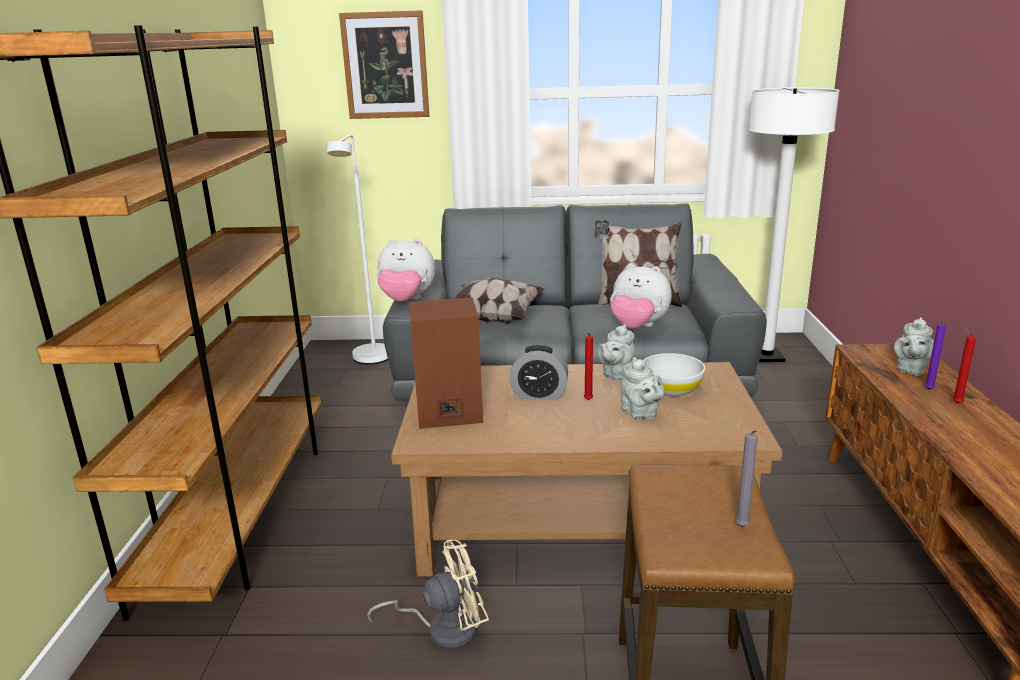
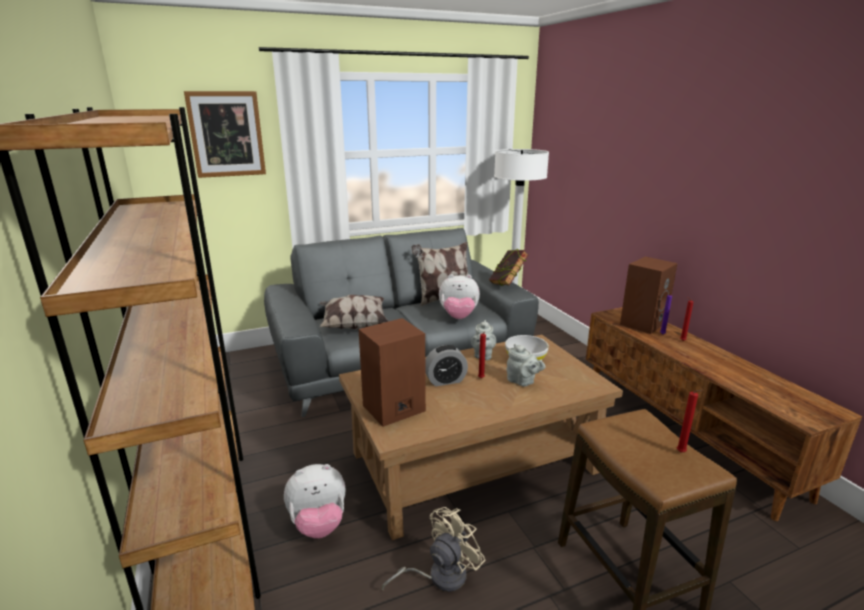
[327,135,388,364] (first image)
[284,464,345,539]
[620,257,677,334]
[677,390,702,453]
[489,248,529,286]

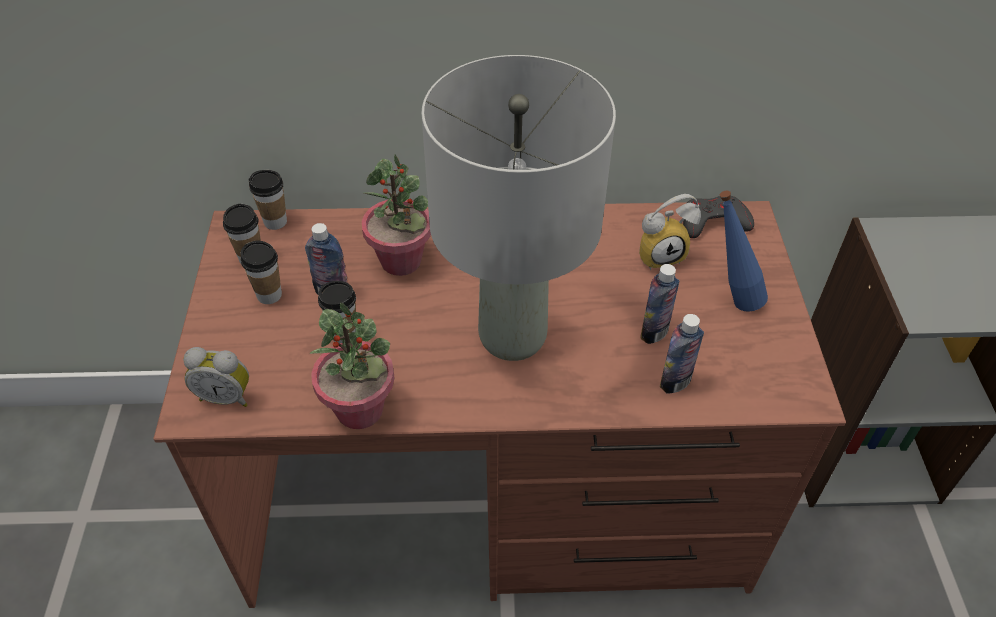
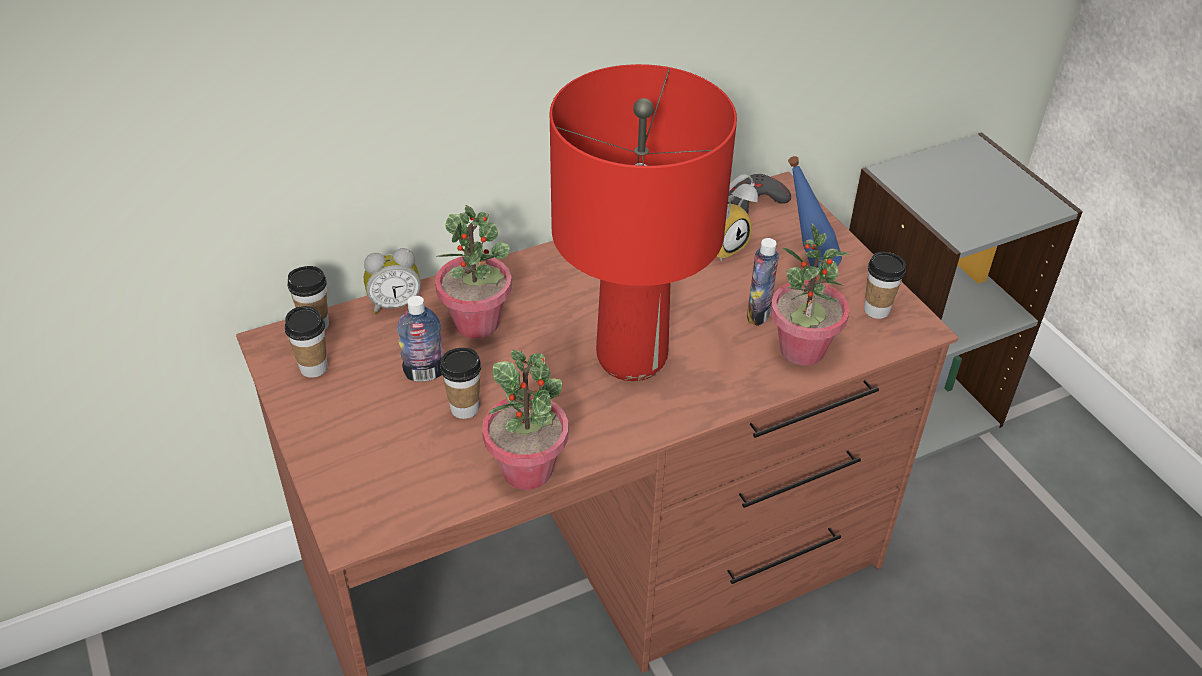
[550,64,737,381]
[864,252,906,319]
[770,223,850,366]
[364,248,421,314]

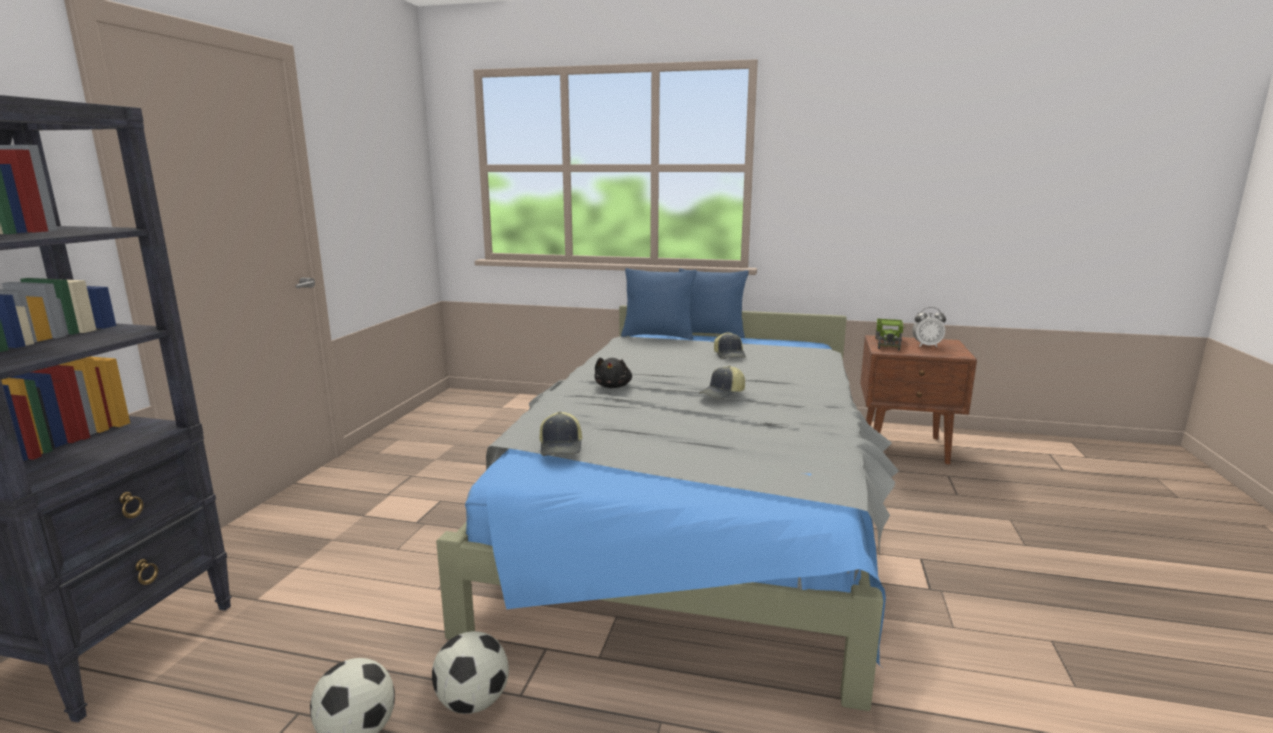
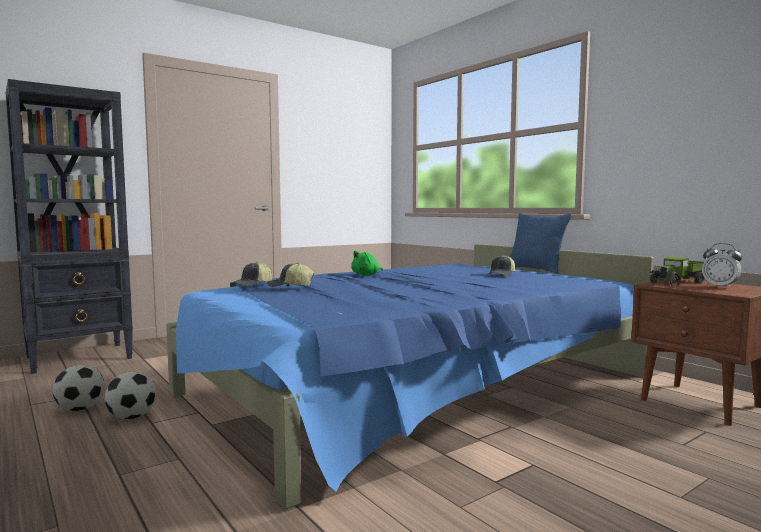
[621,268,697,340] (first image)
[166,244,654,509]
[351,250,383,275]
[267,263,314,287]

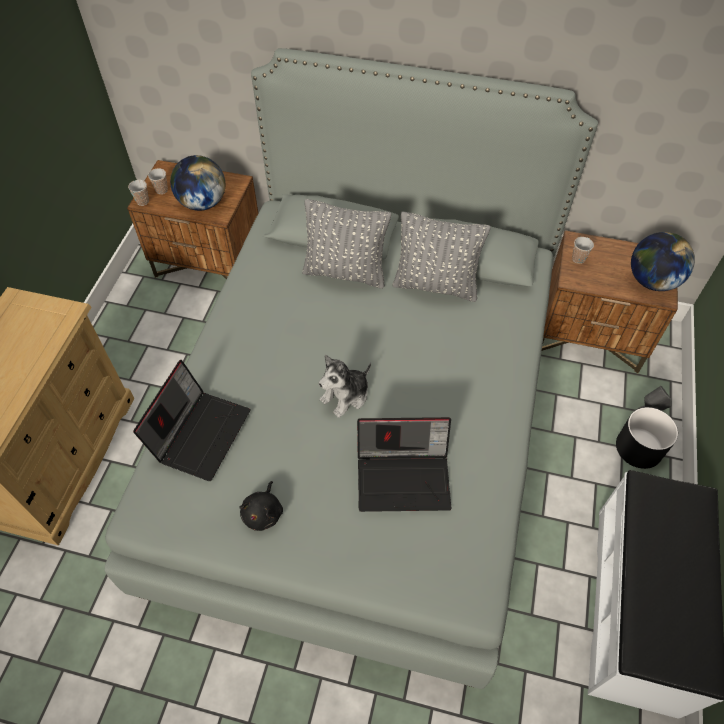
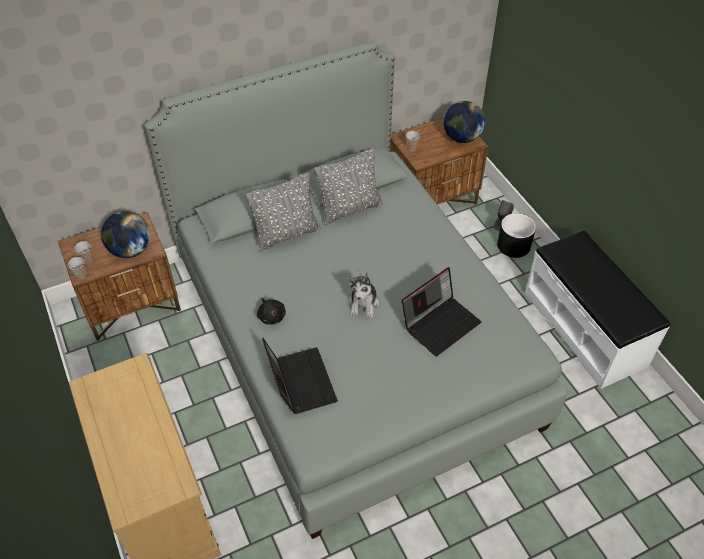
[257,298,286,325]

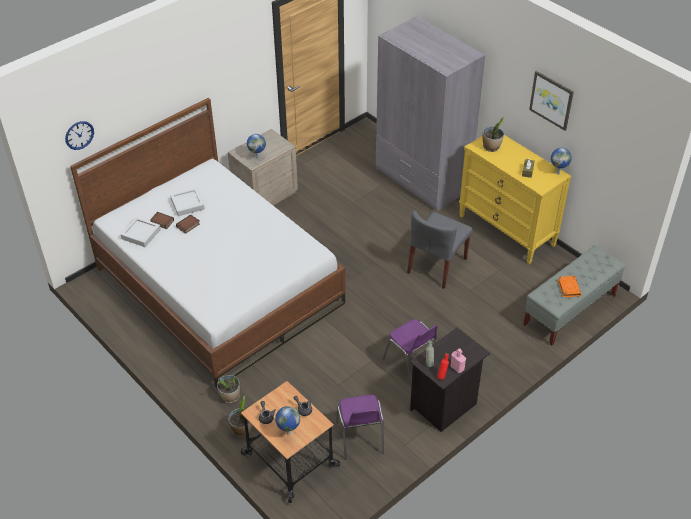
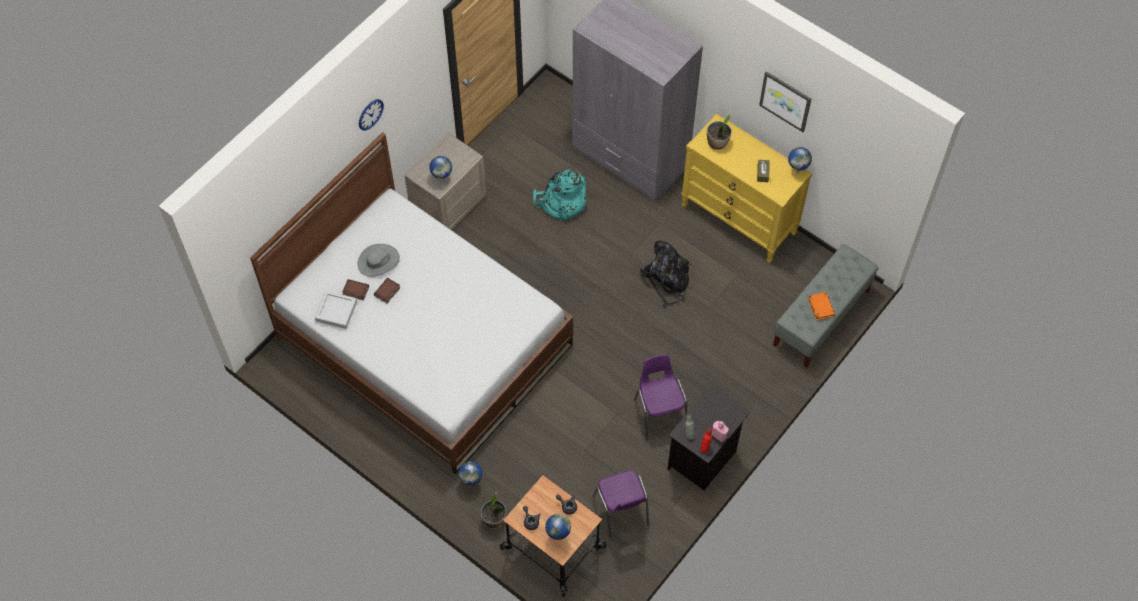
[359,99,384,131]
[358,244,400,277]
[640,240,691,307]
[634,354,687,441]
[459,461,483,485]
[533,169,587,220]

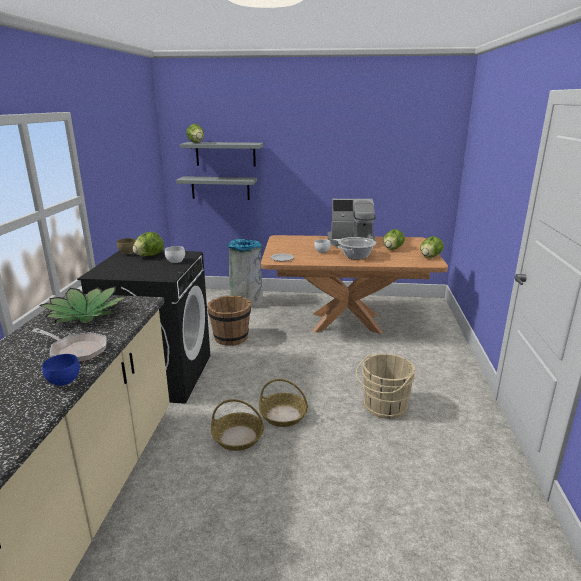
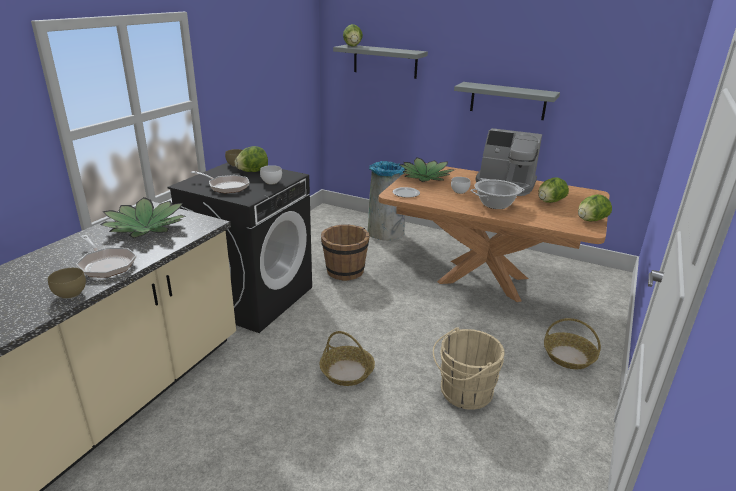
[454,82,560,120]
[48,268,86,299]
[544,318,601,369]
[400,157,454,182]
[191,171,250,193]

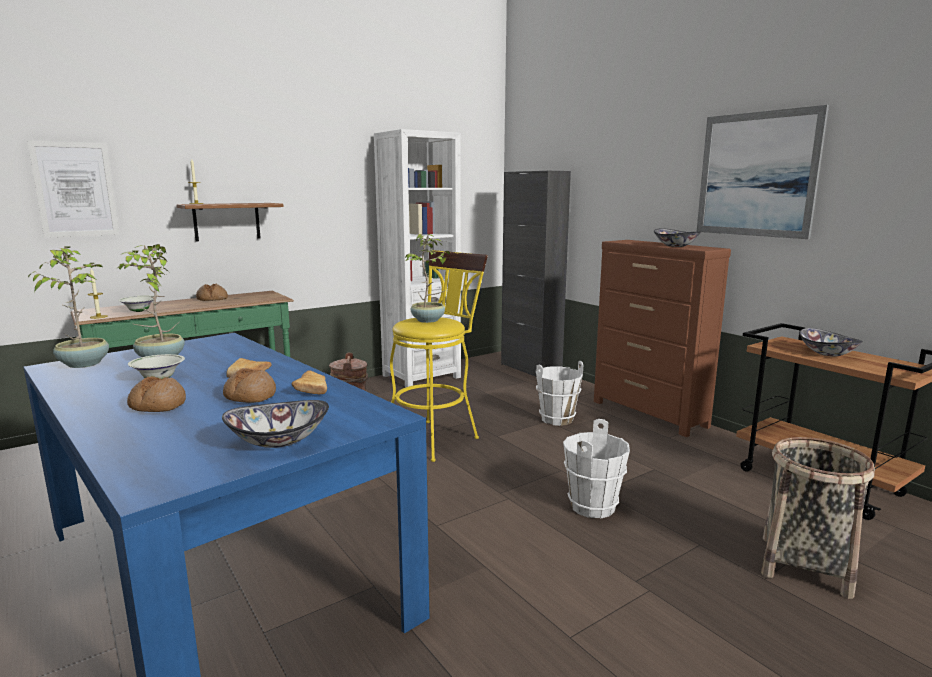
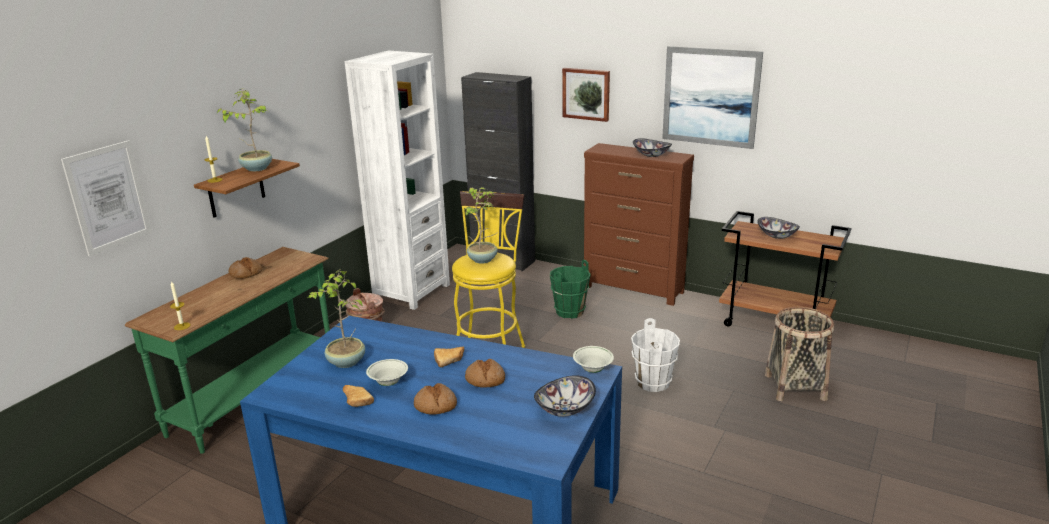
[217,89,272,171]
[573,346,614,373]
[550,260,591,319]
[343,385,374,407]
[562,68,610,122]

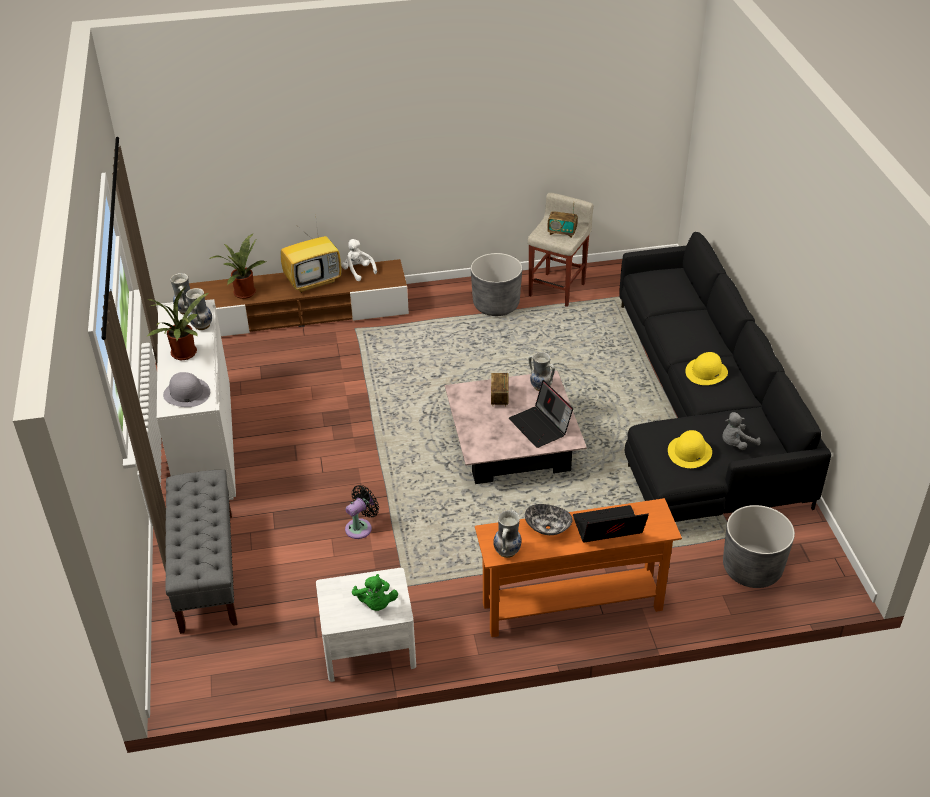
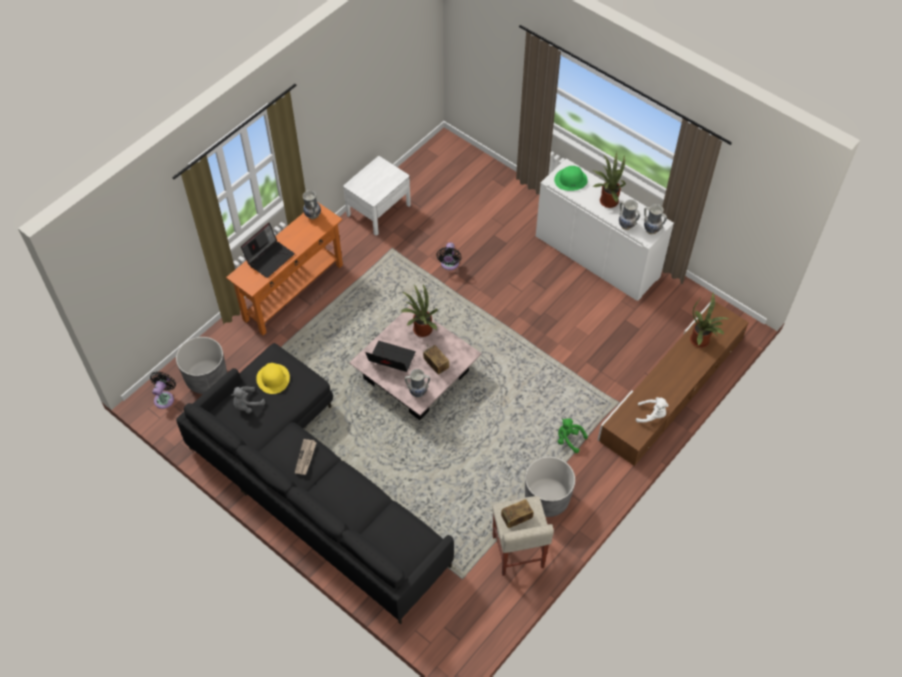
[281,213,341,293] (first image)
[295,439,317,475]
[554,166,588,191]
[231,386,265,413]
[165,470,238,634] (first image)
[525,504,573,535] (first image)
[558,418,588,453]
[401,285,438,337]
[150,371,176,409]

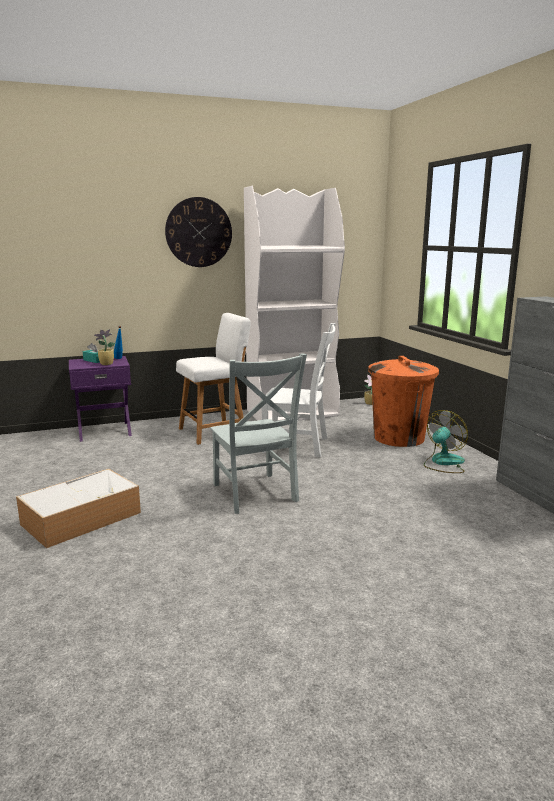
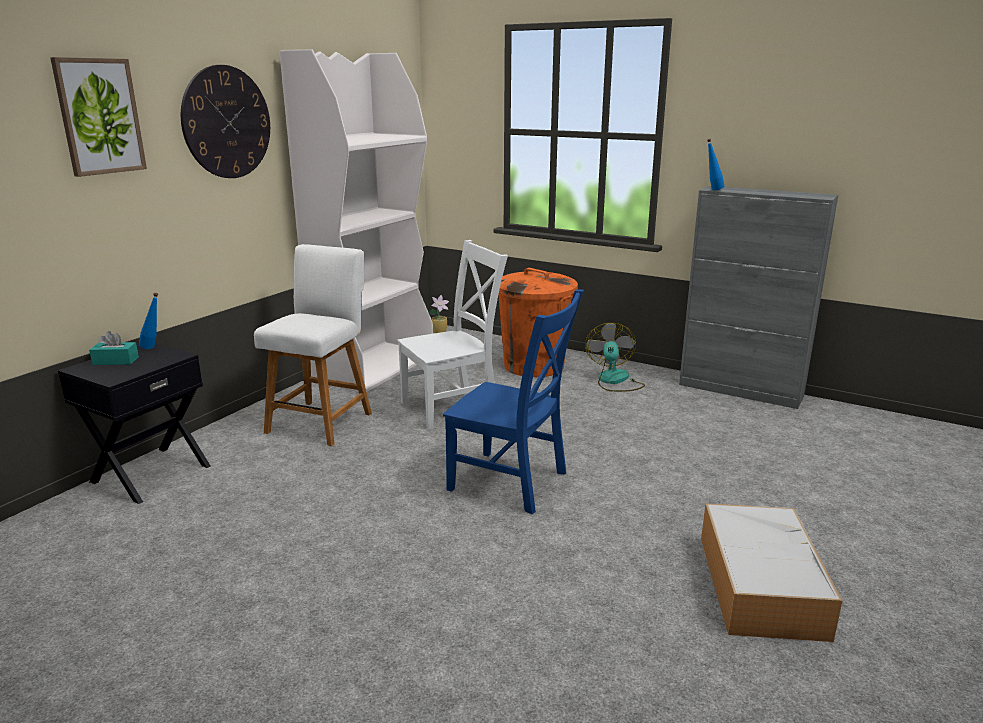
[93,329,116,365] (first image)
[443,289,584,514]
[58,343,210,504]
[701,504,842,642]
[50,57,147,177]
[707,139,724,190]

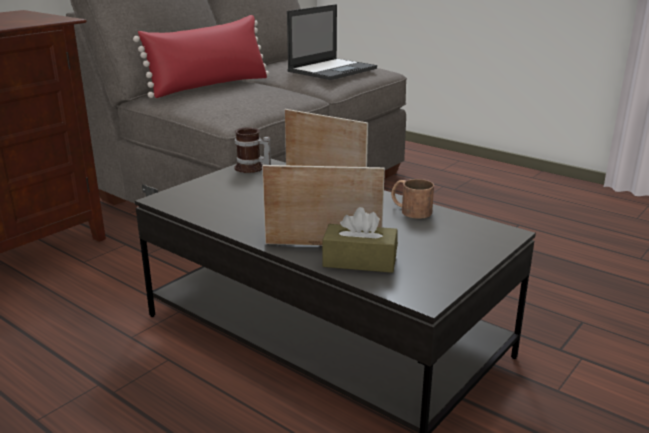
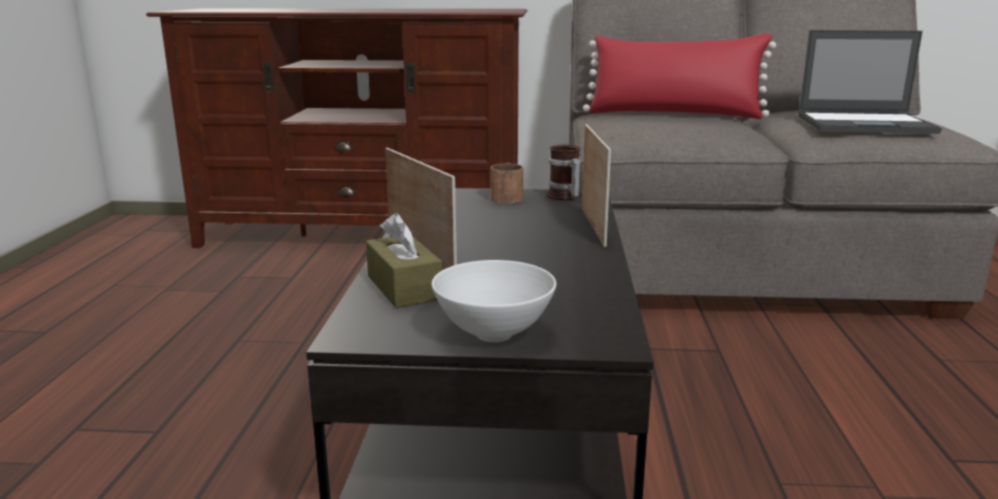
[490,163,523,203]
[432,260,556,342]

